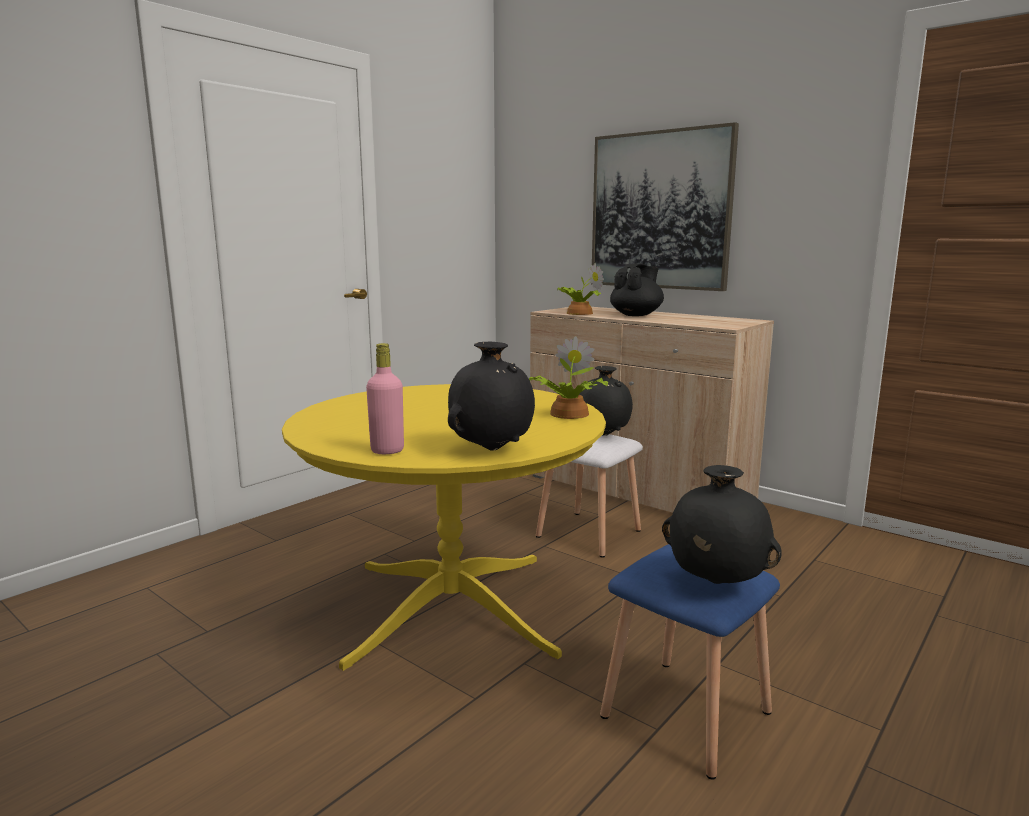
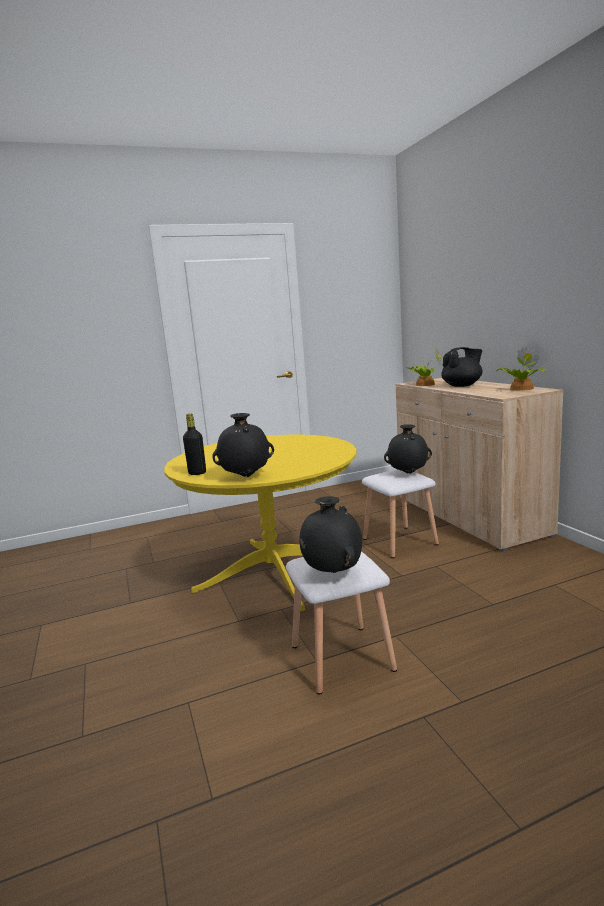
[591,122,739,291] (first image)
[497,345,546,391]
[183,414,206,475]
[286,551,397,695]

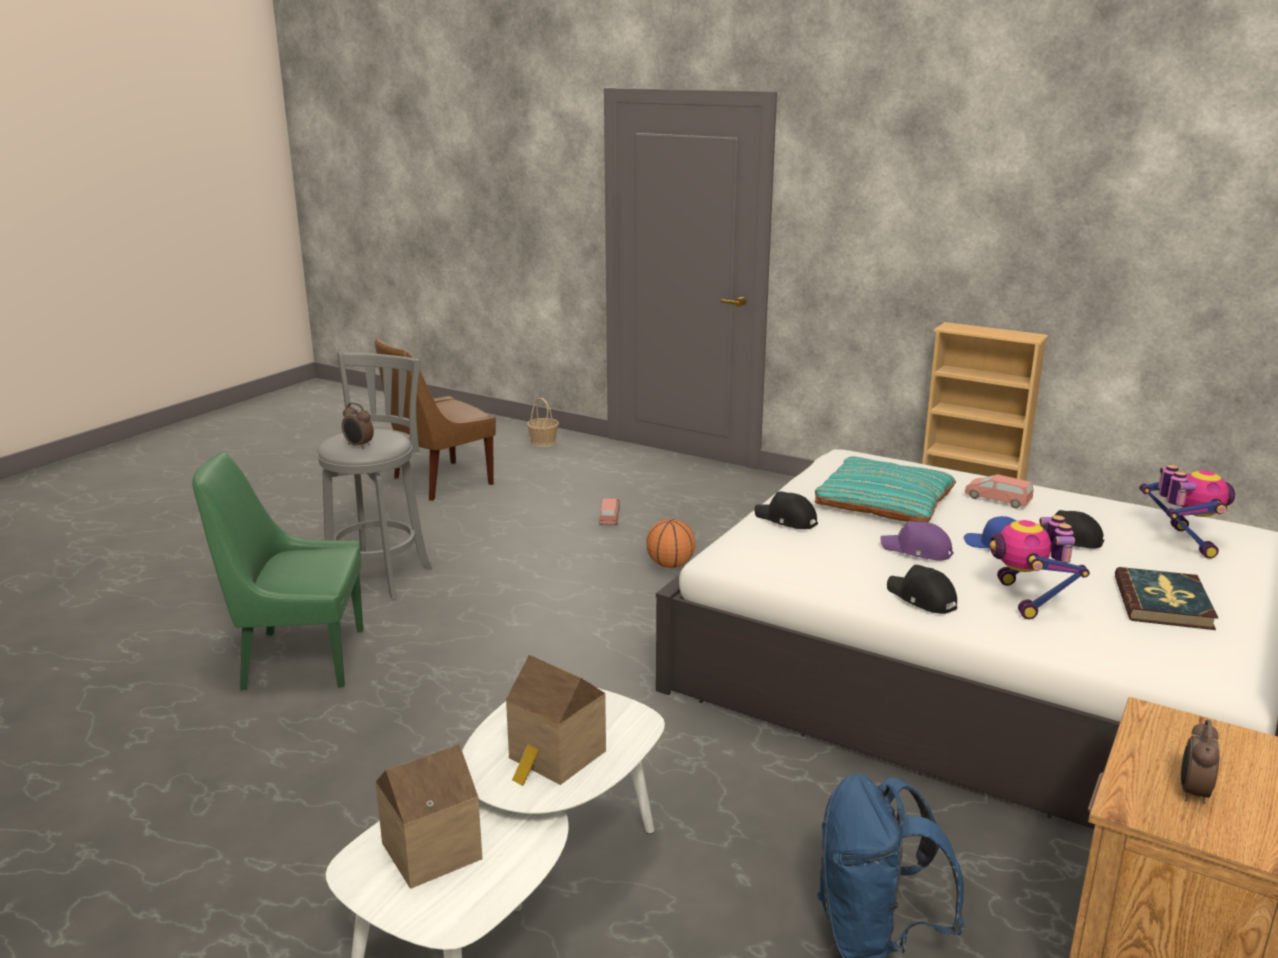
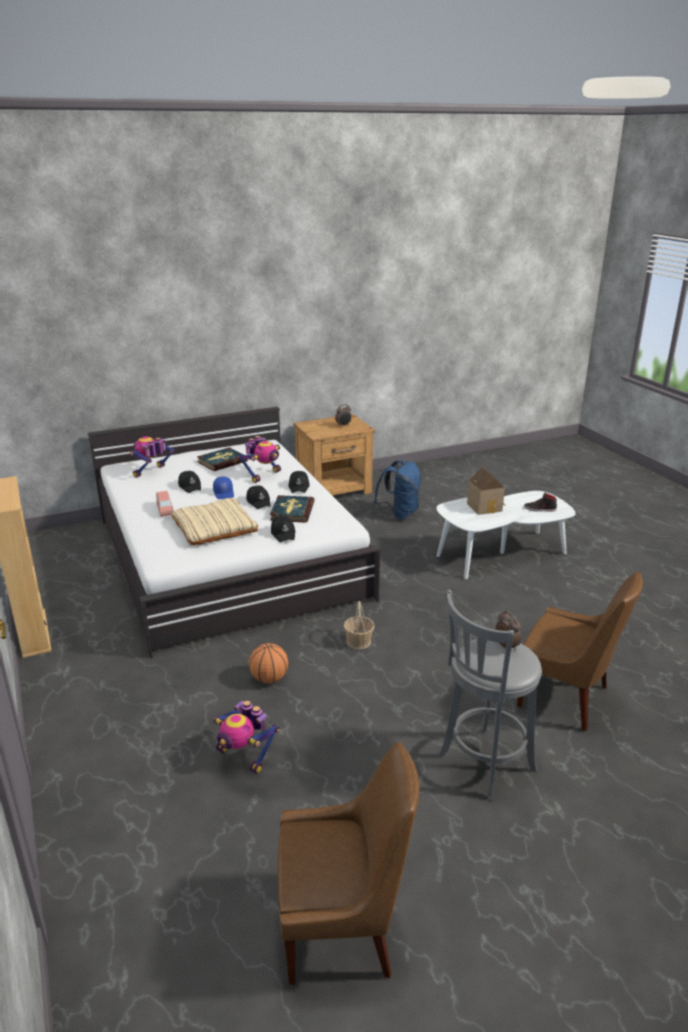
[344,601,375,649]
[517,571,643,731]
[171,498,258,546]
[214,701,280,774]
[246,486,270,509]
[524,493,557,512]
[270,495,314,523]

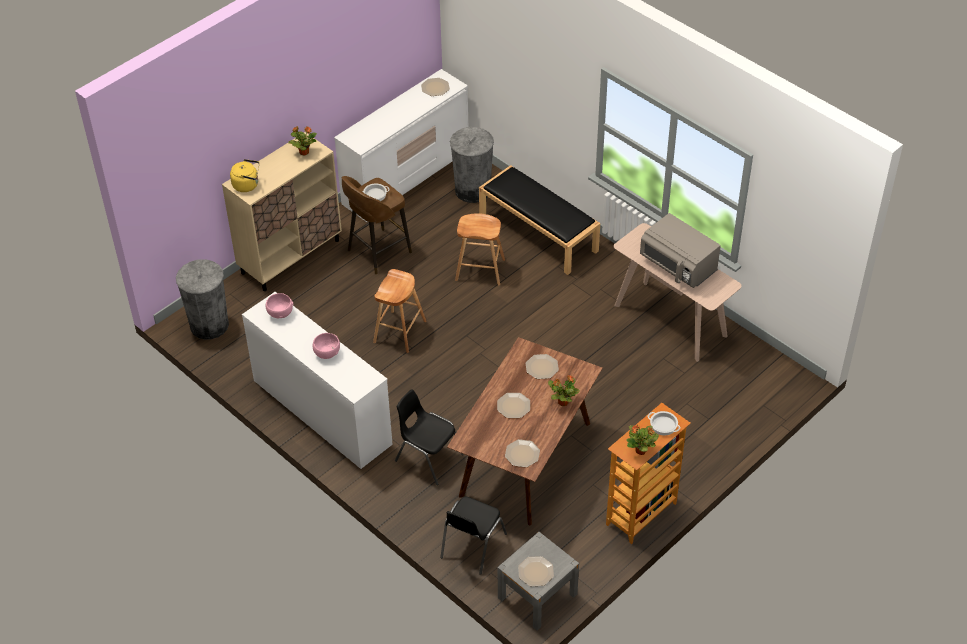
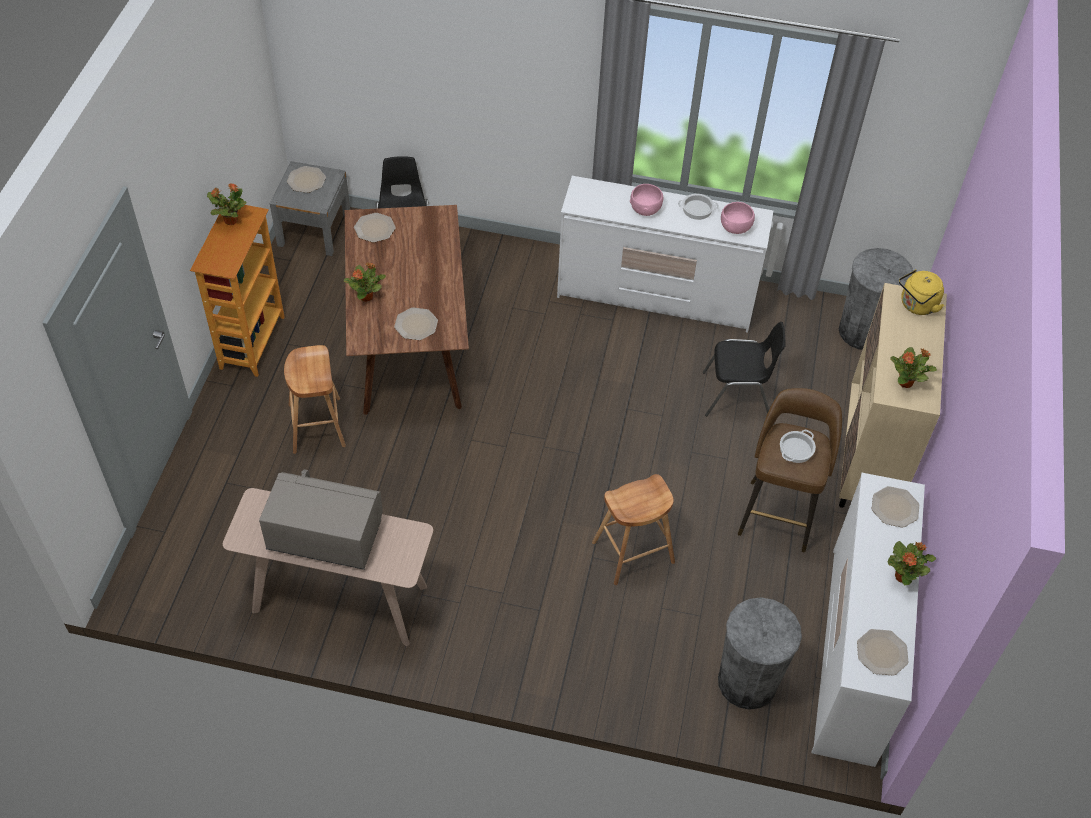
[479,165,600,275] (first image)
[284,345,346,454]
[703,322,786,416]
[872,486,919,528]
[678,194,719,220]
[888,541,936,585]

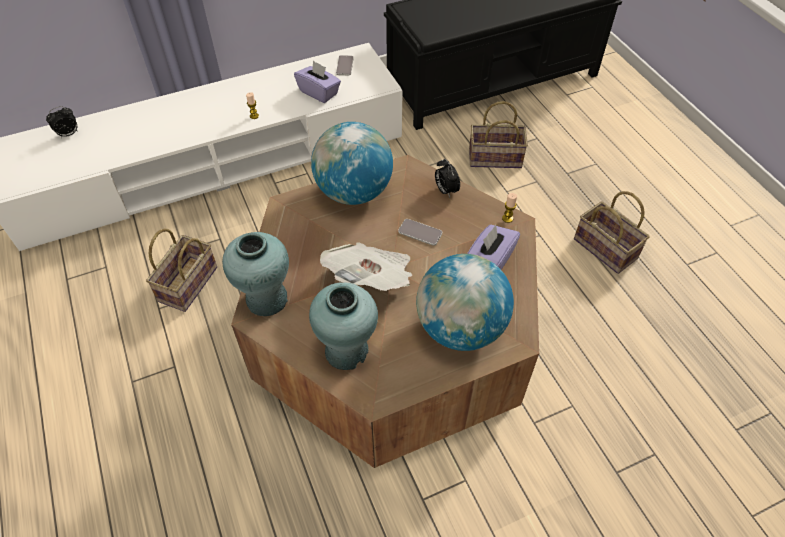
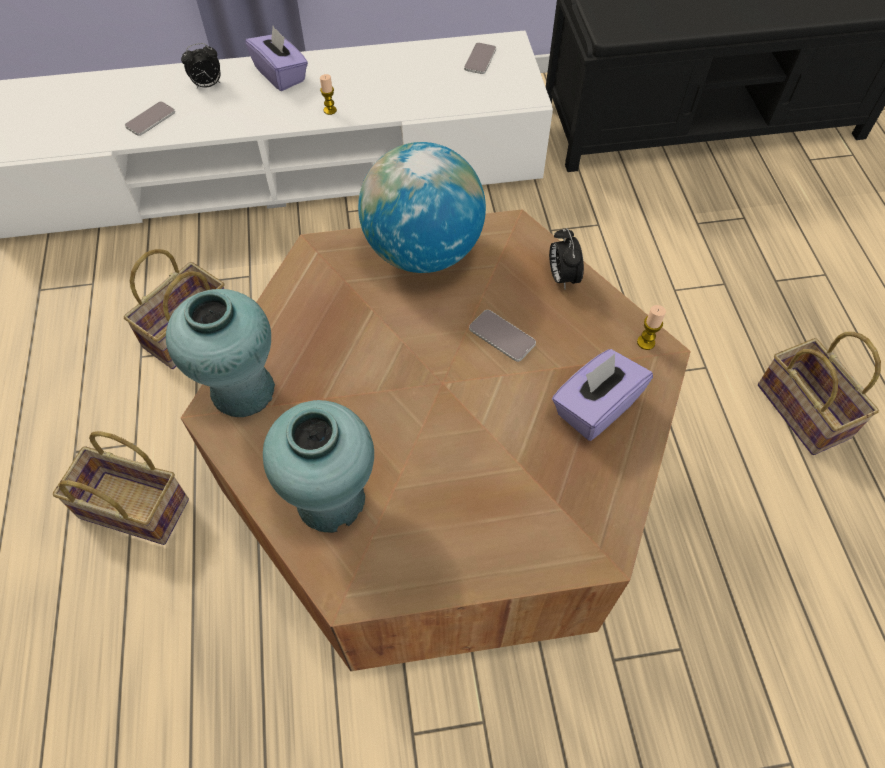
[245,26,308,91]
[53,431,189,545]
[181,43,221,88]
[320,242,412,291] (first image)
[416,254,514,351] (first image)
[125,101,175,136]

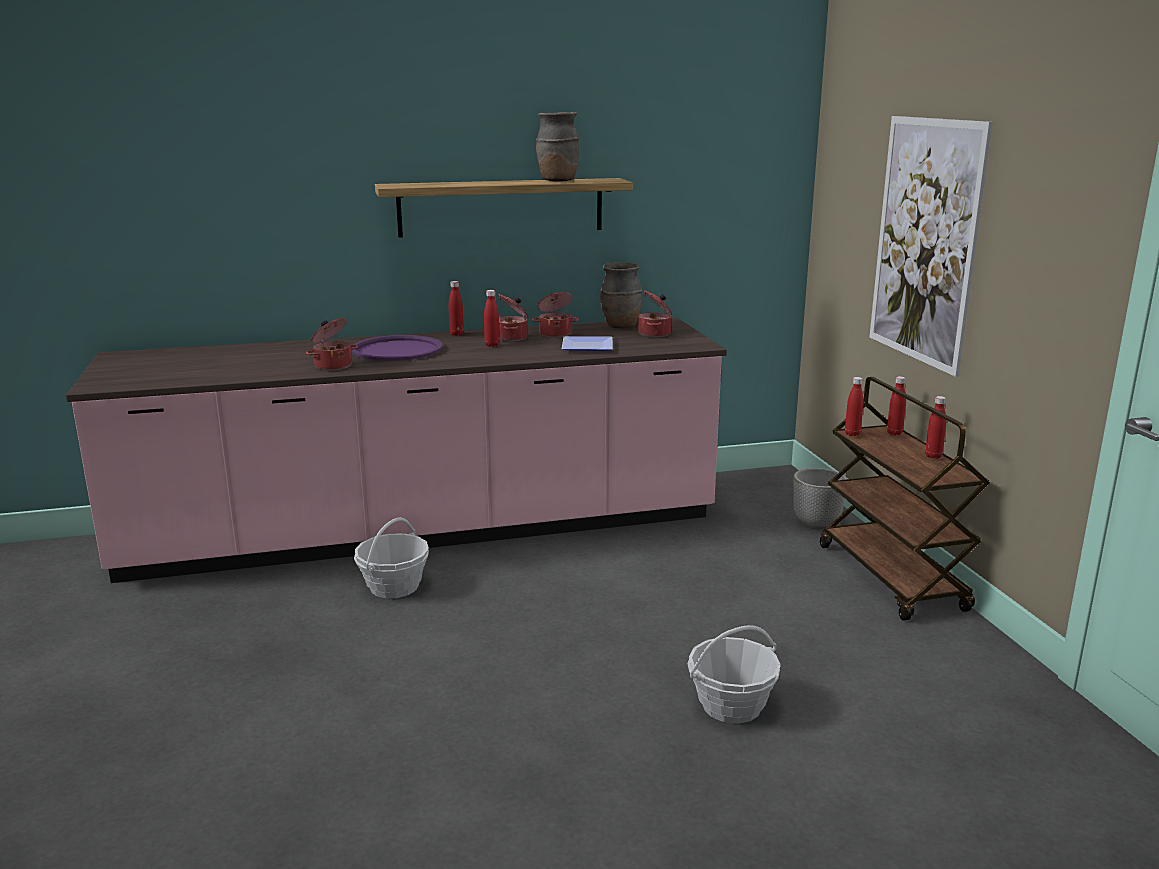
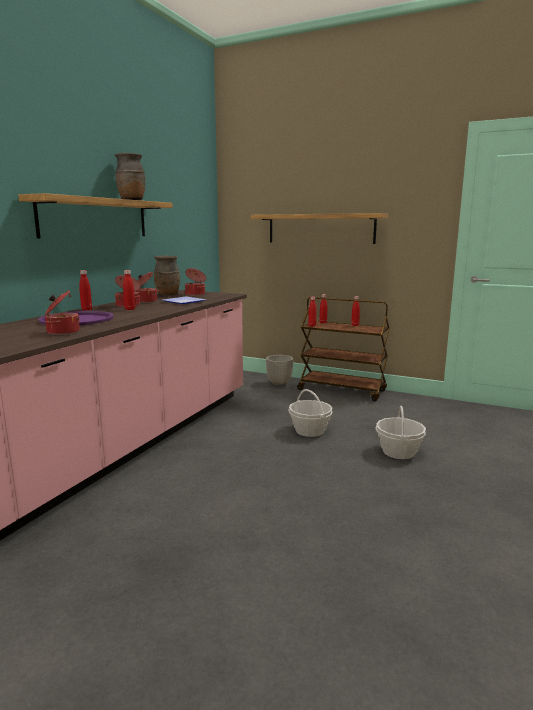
[251,213,388,244]
[289,389,332,437]

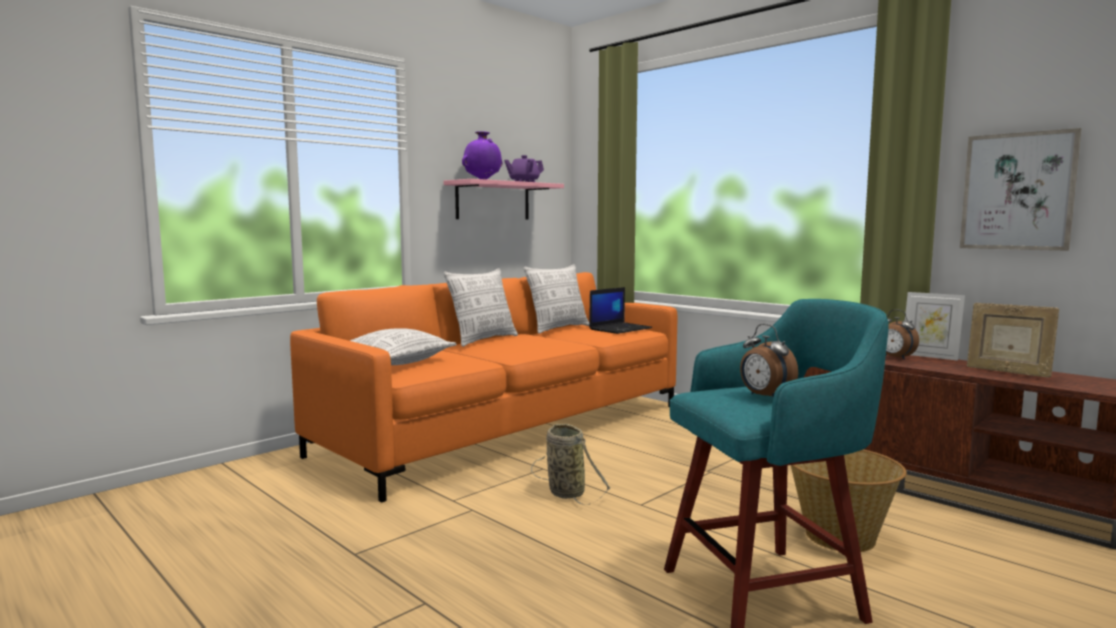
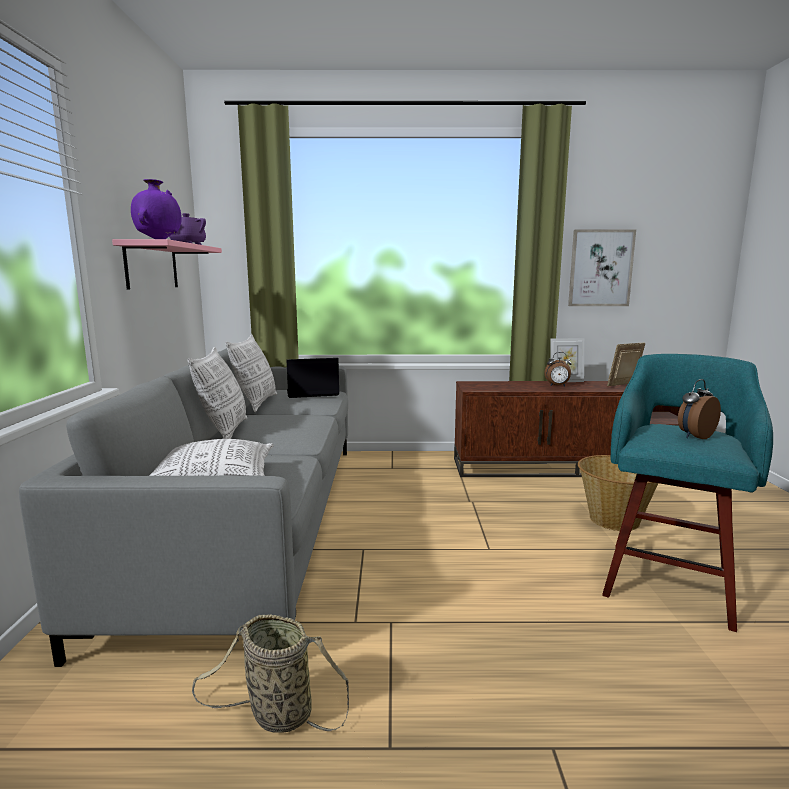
[19,348,348,667]
[286,358,339,398]
[607,343,645,386]
[678,379,721,439]
[192,614,349,733]

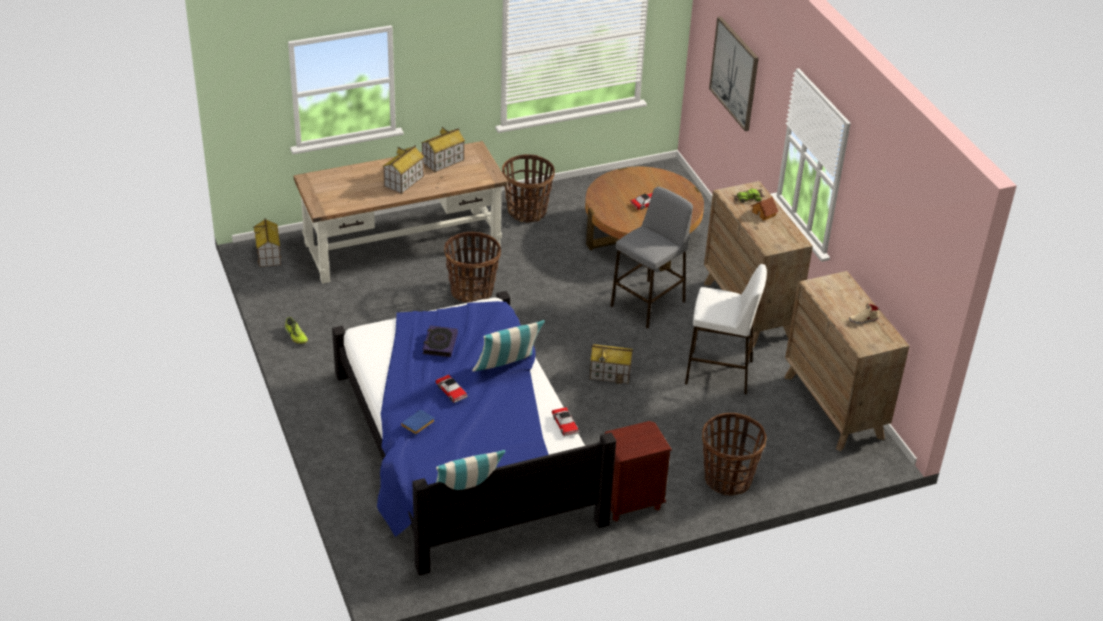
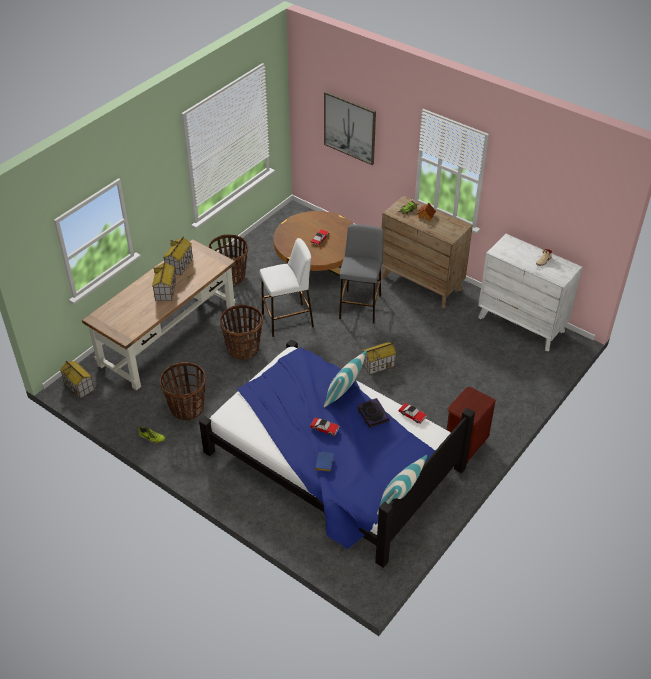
[260,238,314,337]
[478,234,582,351]
[357,398,390,428]
[160,362,206,421]

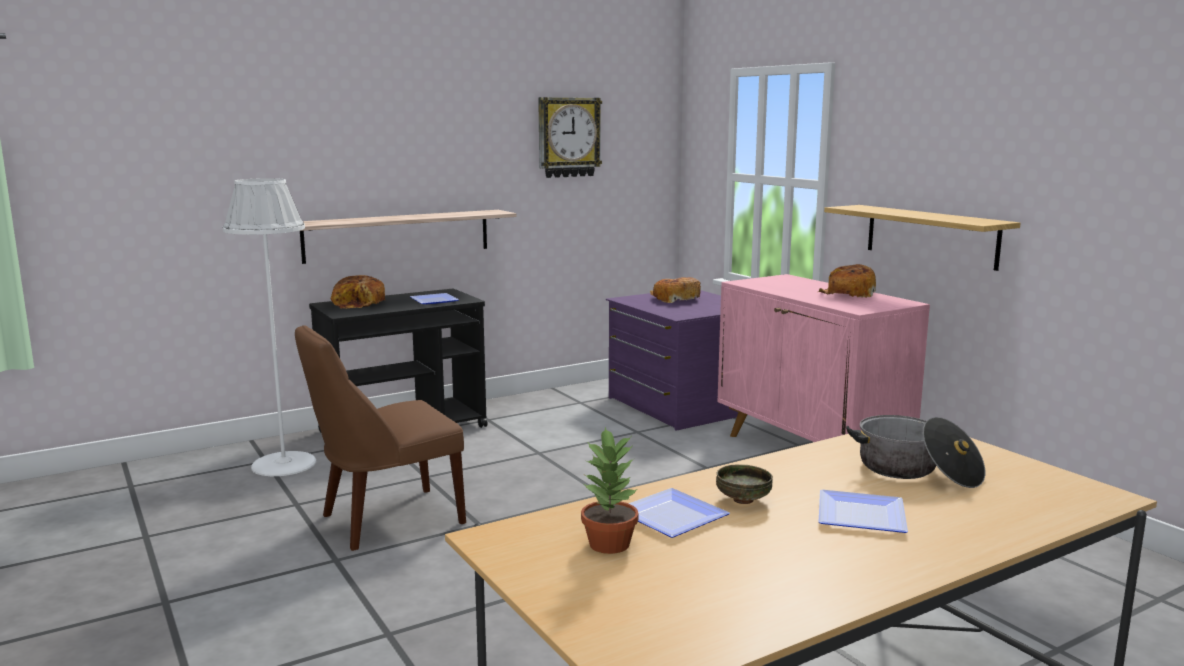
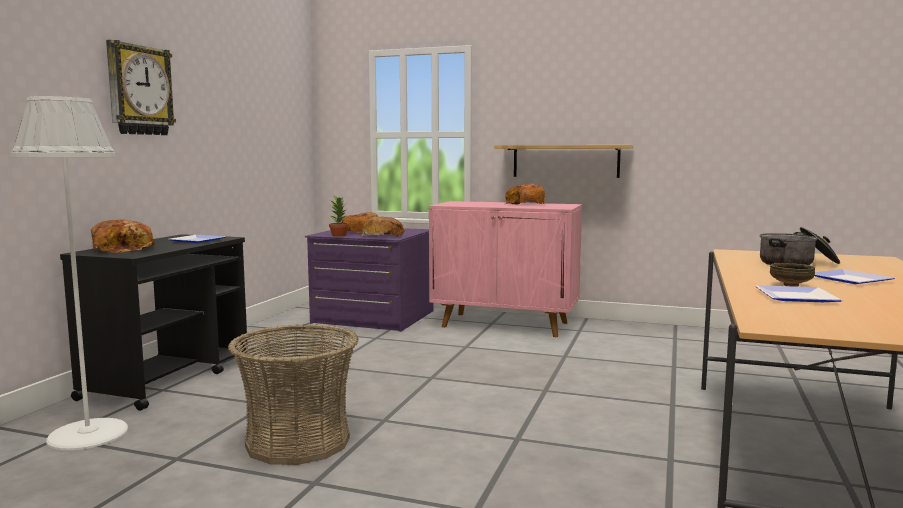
[106,40,176,135]
[300,210,517,264] (first image)
[228,324,358,465]
[329,196,349,237]
[361,217,405,237]

